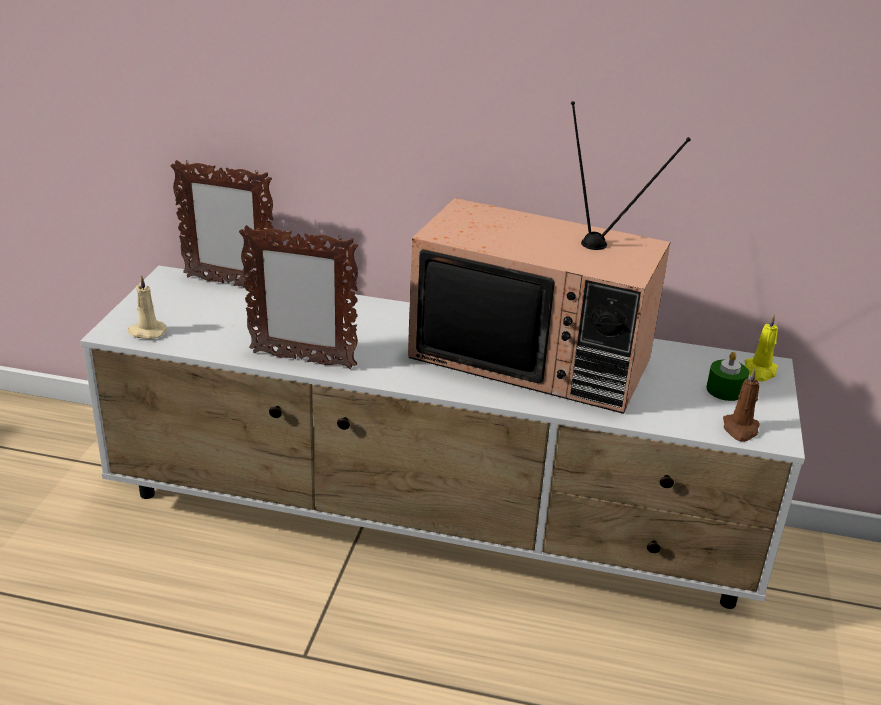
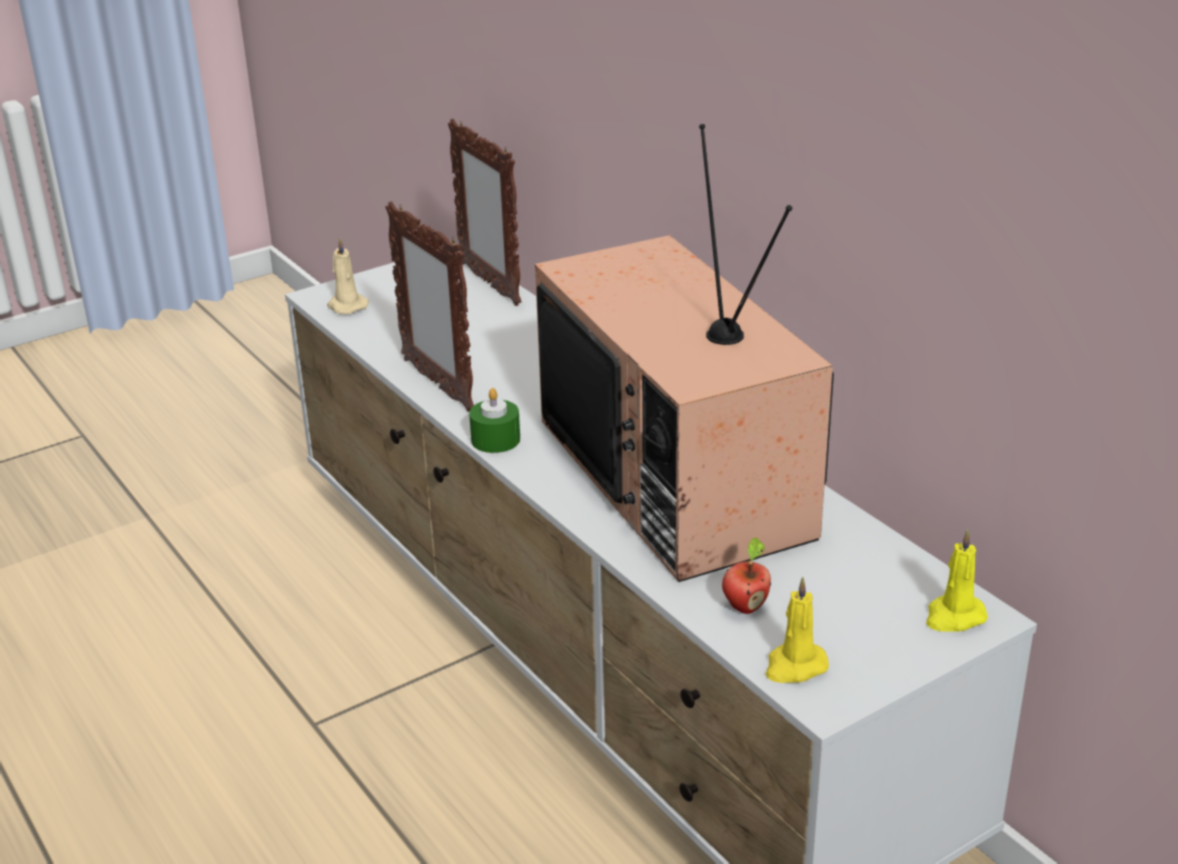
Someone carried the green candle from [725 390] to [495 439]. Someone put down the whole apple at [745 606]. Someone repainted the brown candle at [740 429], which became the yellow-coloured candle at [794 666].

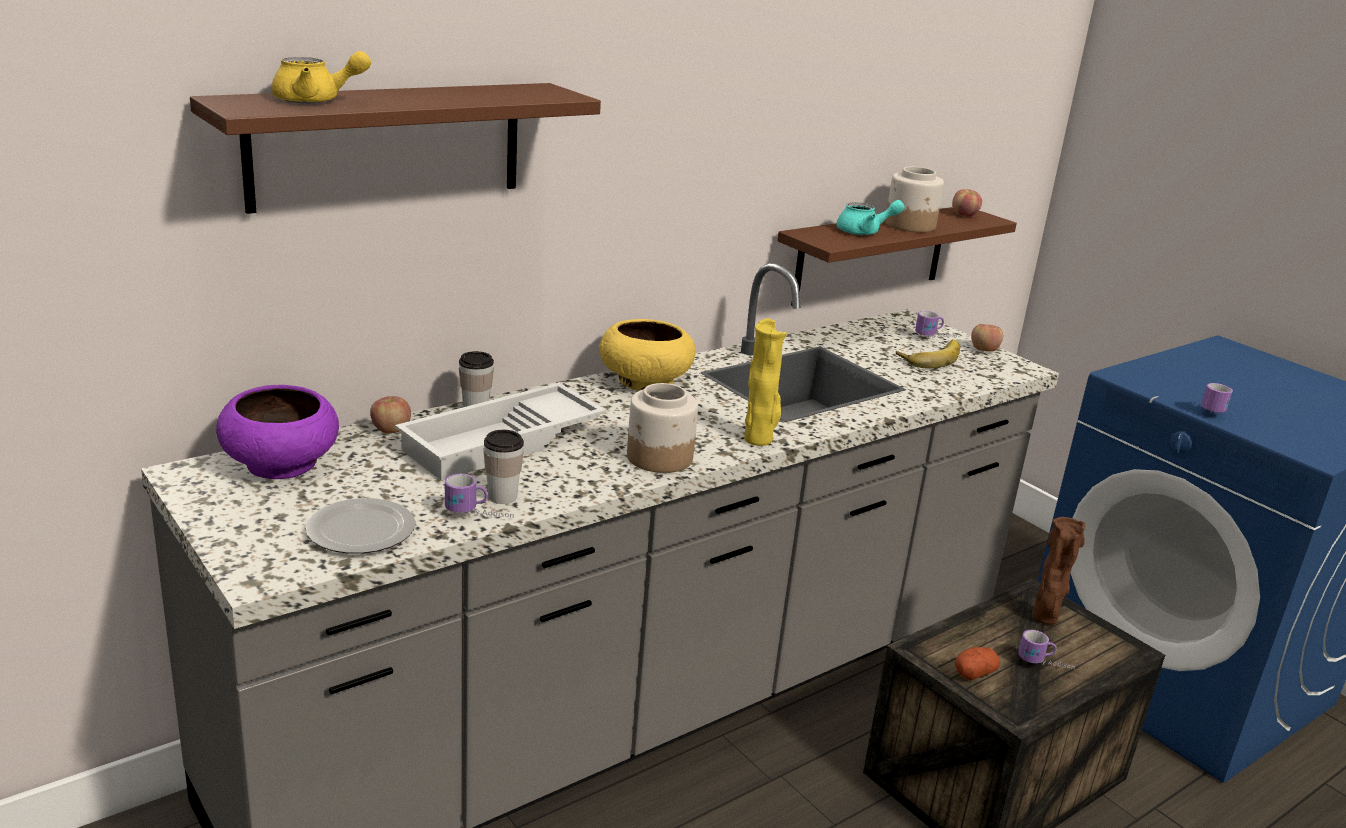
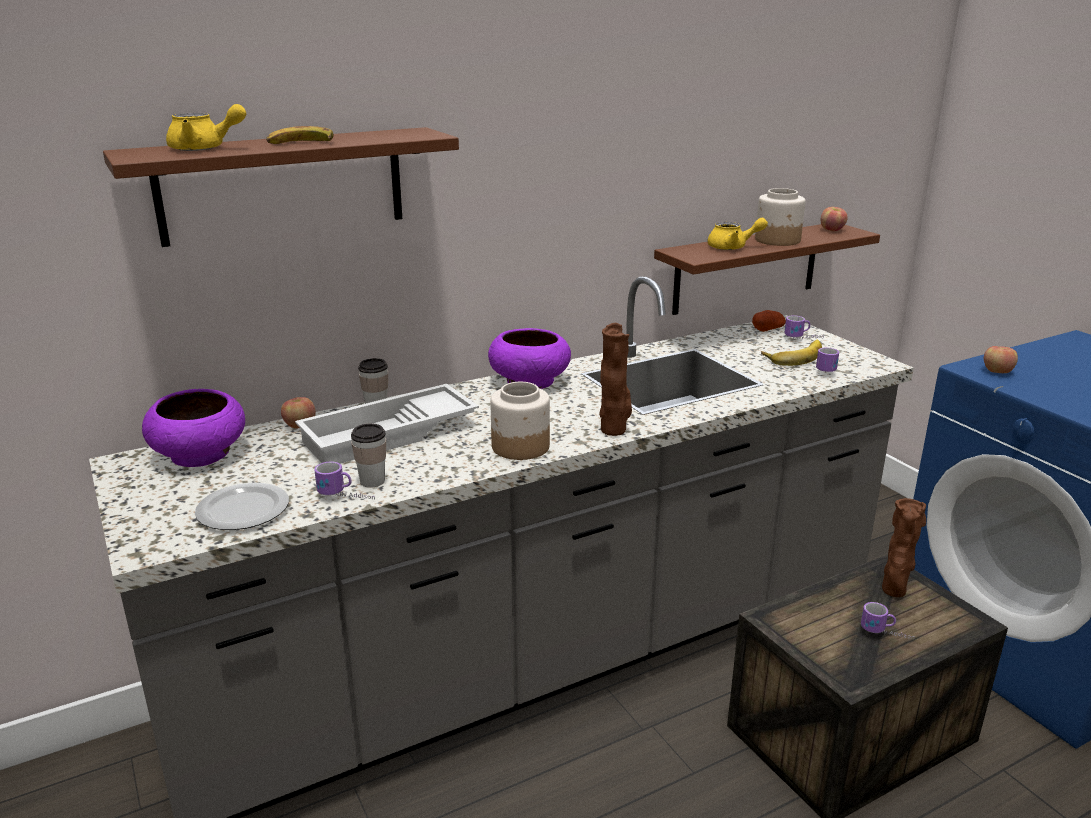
Someone put down the banana at [300 143]. Someone repainted the yellow-coloured serving bowl at [644 381], which became the purplish serving bowl at [529 381]. Someone repainted the yellow-coloured decorative vase at [759 440], which became the brown decorative vase at [614 431]. Someone repainted the turquoise-coloured pot for tea at [864 232], which became the yellow-coloured pot for tea at [732 247]. Someone carried the whole potato from [975 673] to [767 329]. Someone carried the mug from [1210 409] to [828 370]. Someone carried the whole apple from [984 350] to [997 372].

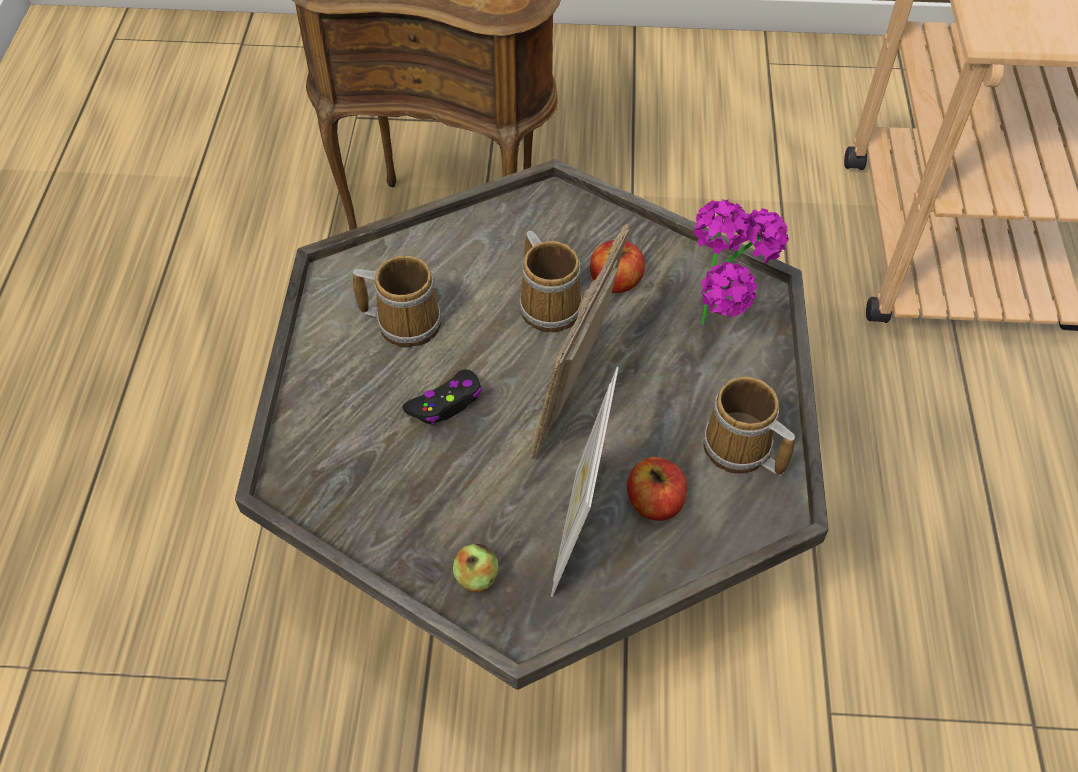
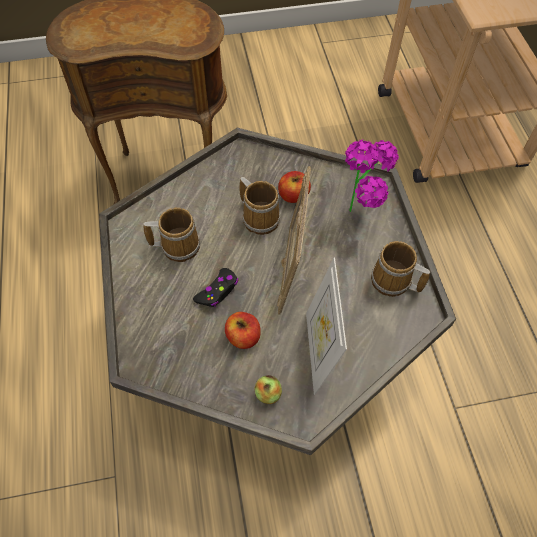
Someone carried the whole apple from [655 502] to [243 337].

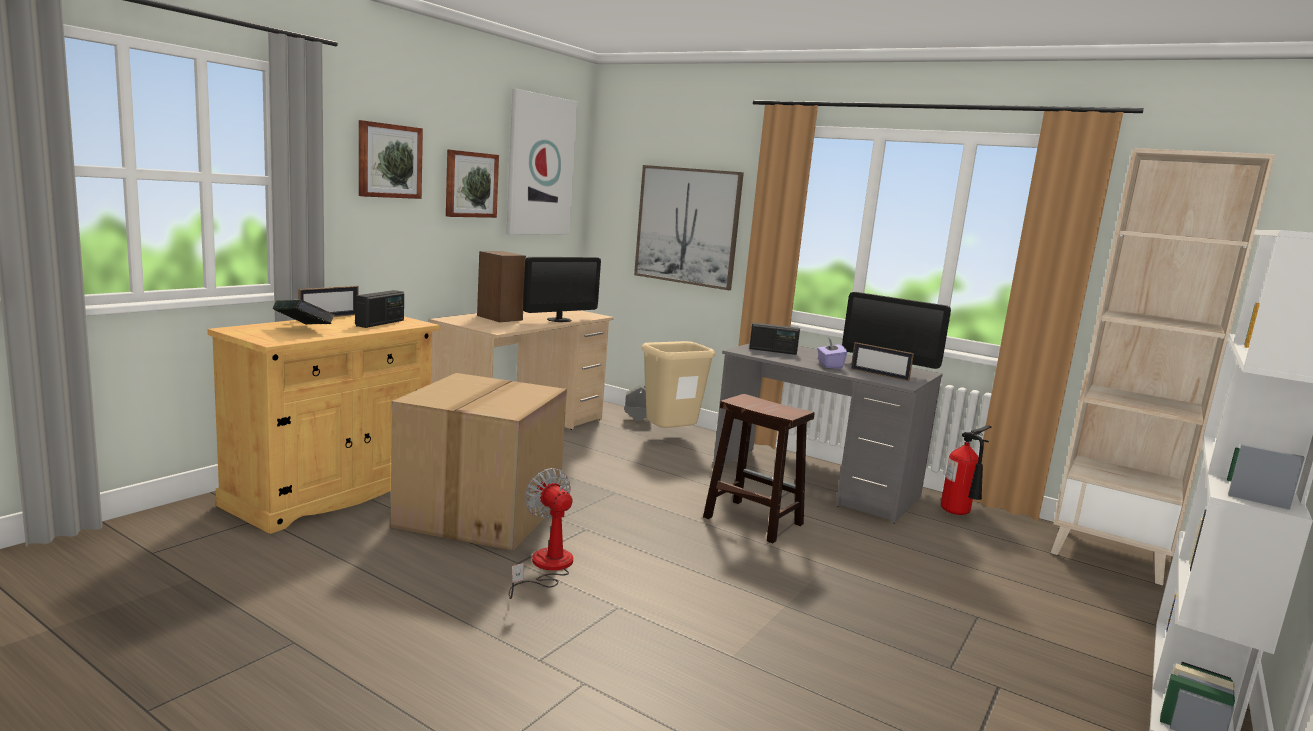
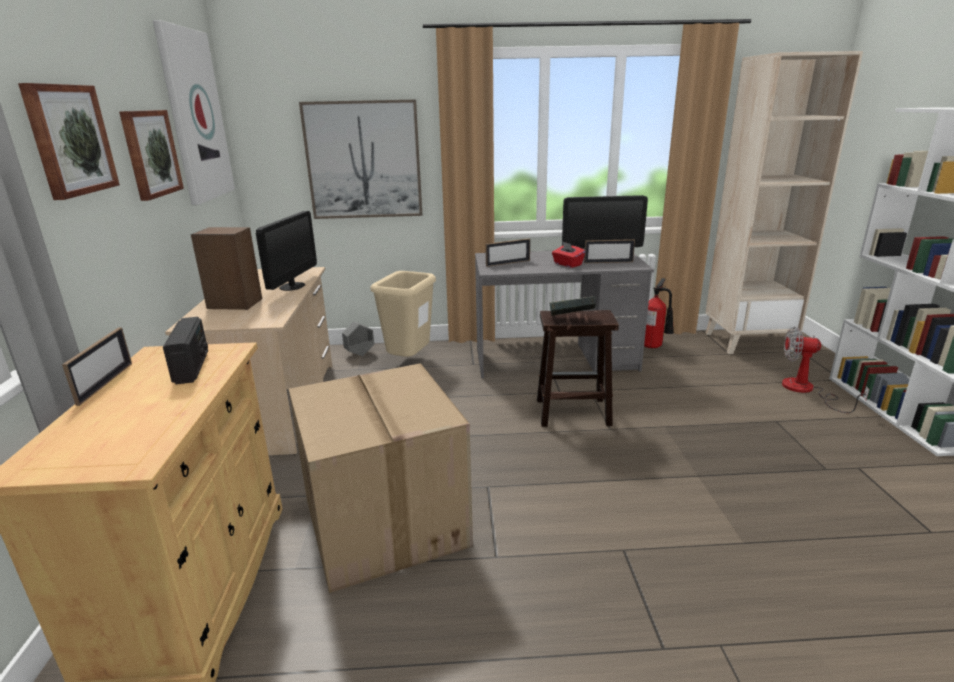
Someone swapped the radio receiver at [773 351] for the picture frame at [508 263]. Someone carried the bound book from [304 329] to [571 320]. Someone repainted the purplish box of tissues at [829 365], which became the reddish box of tissues at [567 264]. Someone carried the electric fan from [546 567] to [806 391].

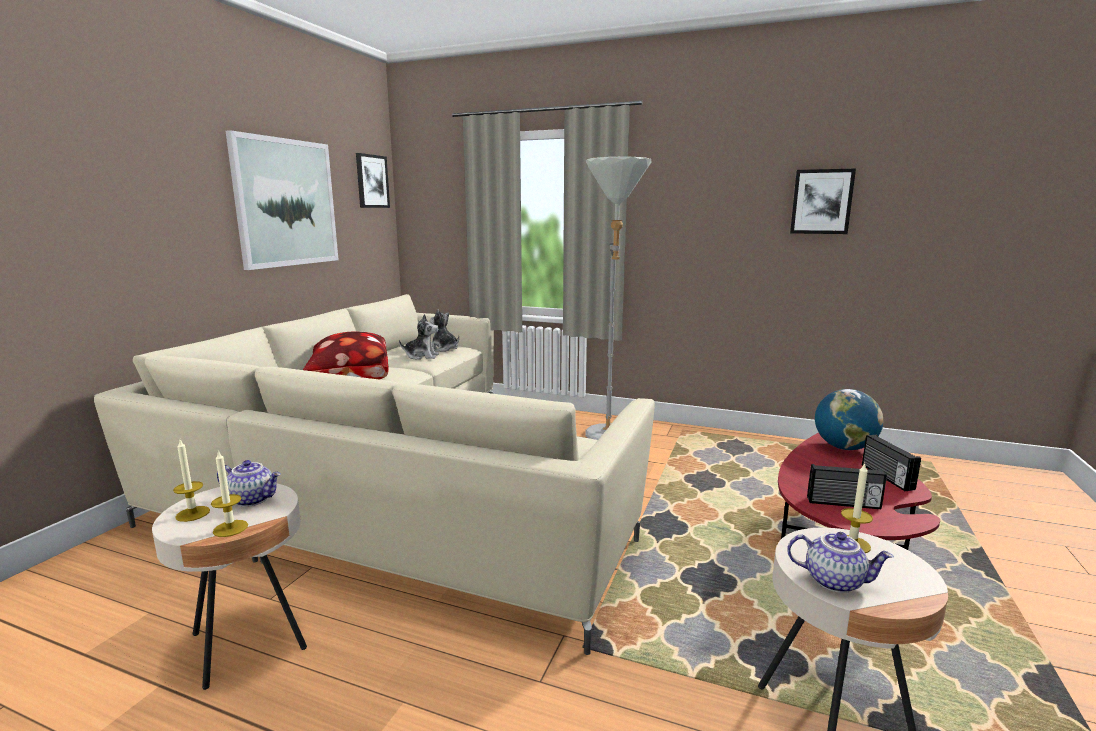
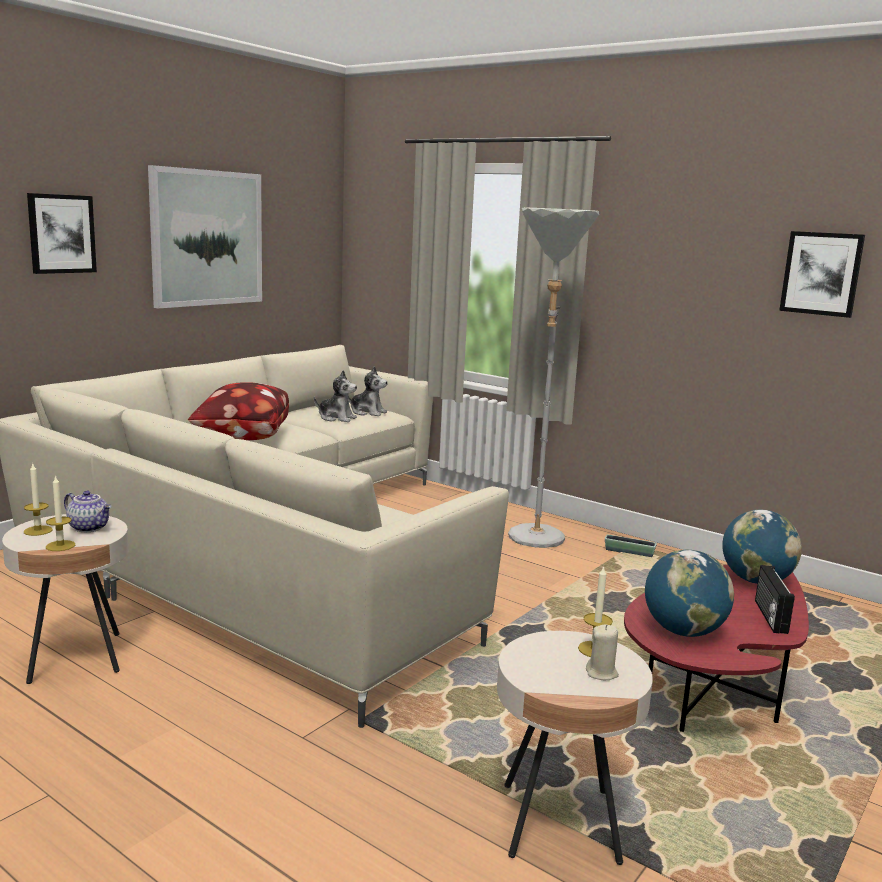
Someone carried the picture from [372 181] to [61 234]. Someone rotated the cuddly toy at [444 349] by 150 degrees clockwise. Someone put down the beige-coloured candle at [602 673]. Someone put down the flower pot at [629 552]. Someone swapped the radio receiver at [843 503] for the globe at [683 631]. Someone took away the pot for tea at [834 581].

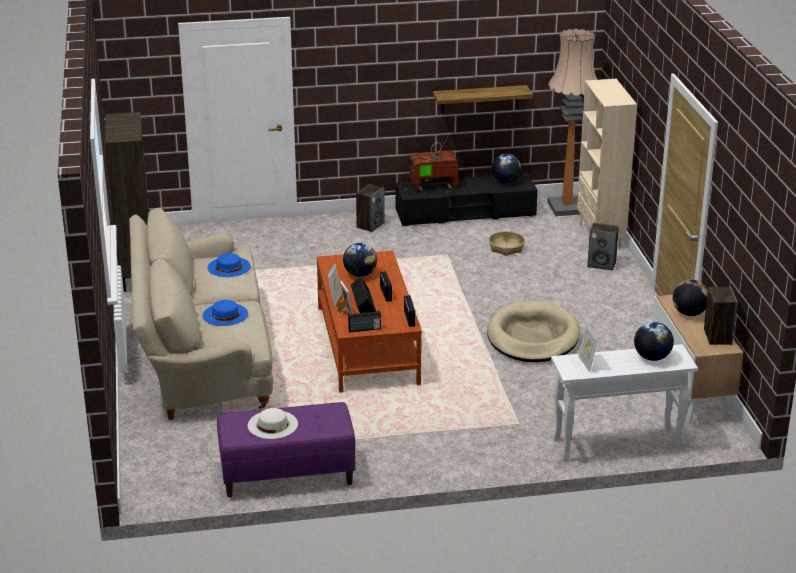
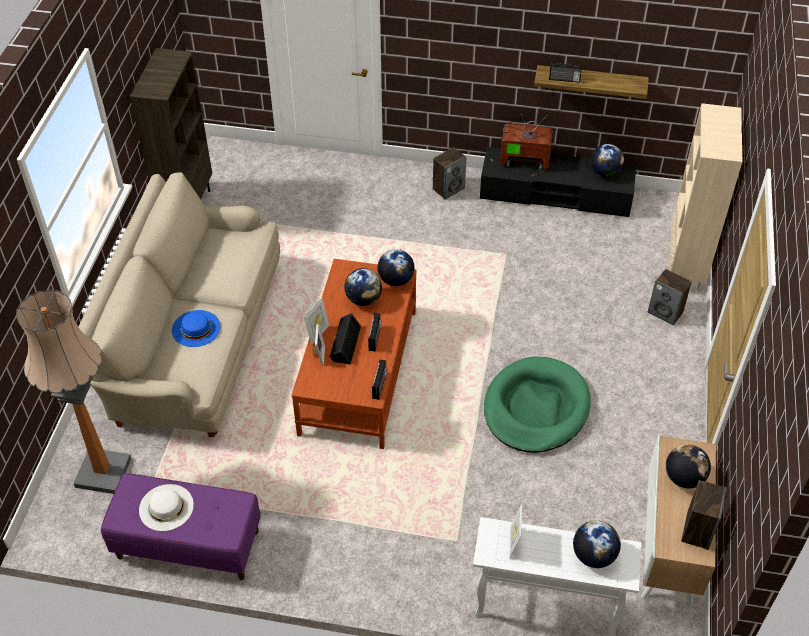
Someone carried the standing lamp from [566 208] to [103 472]. Someone put down the globe at [395 280]. Someone repainted the beige-coloured pet bed at [533 337], which became the green pet bed at [536 408]. Someone carried the radio receiver from [364 329] to [564 79]. Someone took away the blue-coloured clothing hat at [229 267]. Someone took away the household basket at [506 248].

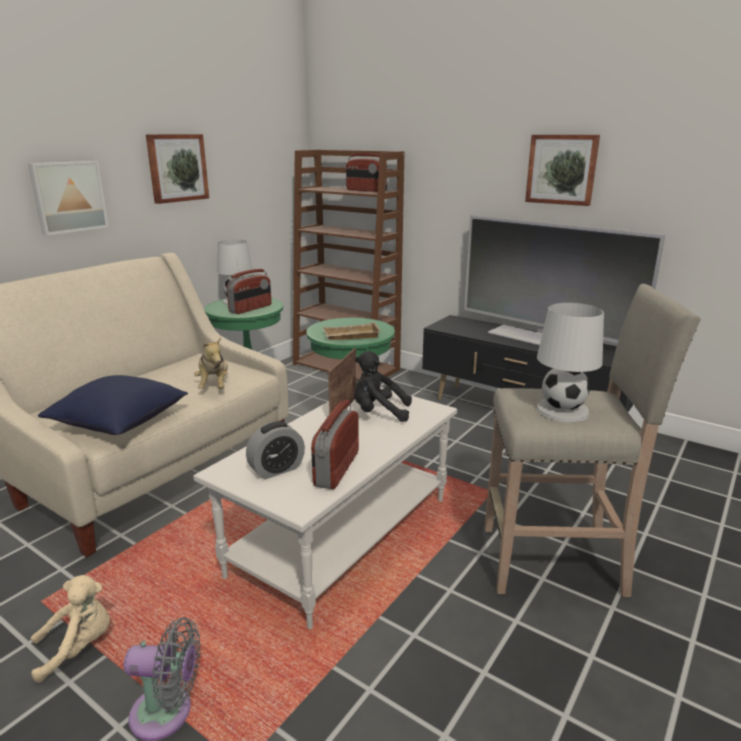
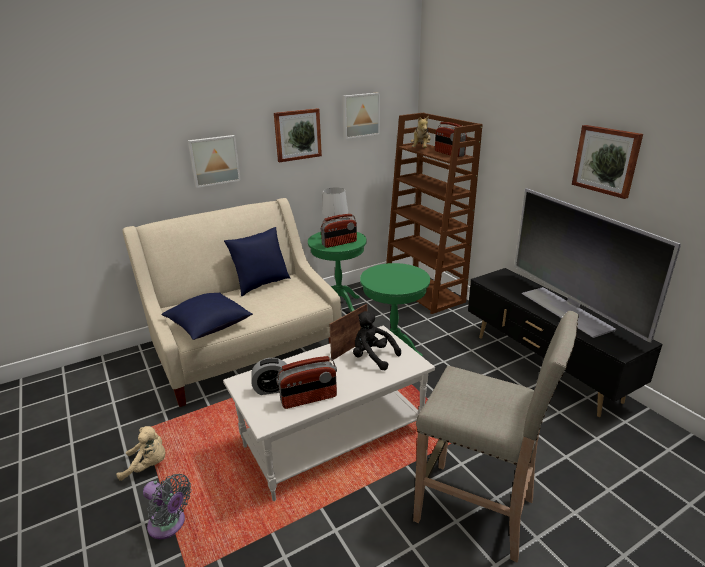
Someone put down the blue-coloured throw pillow at [261 284]. Someone rotated the radio receiver at [336 468] by 150 degrees counterclockwise. Someone put up the picture at [360 115]. Someone carried the cuddly toy from [214 386] to [421 149]. Someone took away the beige-coloured serving tray at [351 336]. Someone took away the white-coloured tabletop lamp at [562 411].

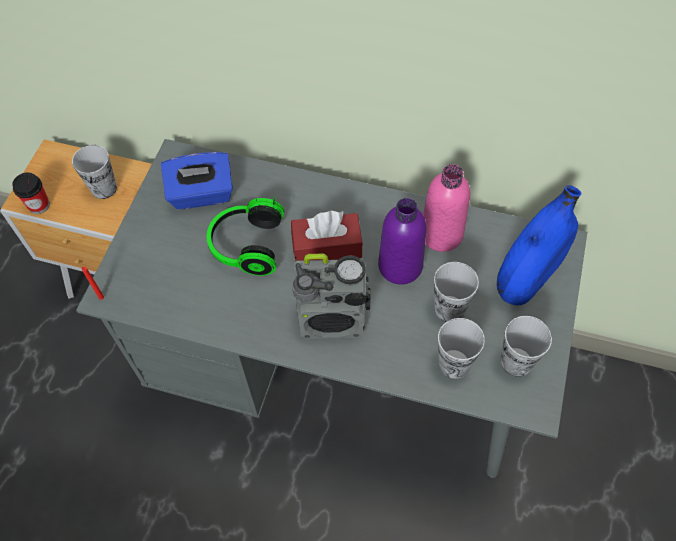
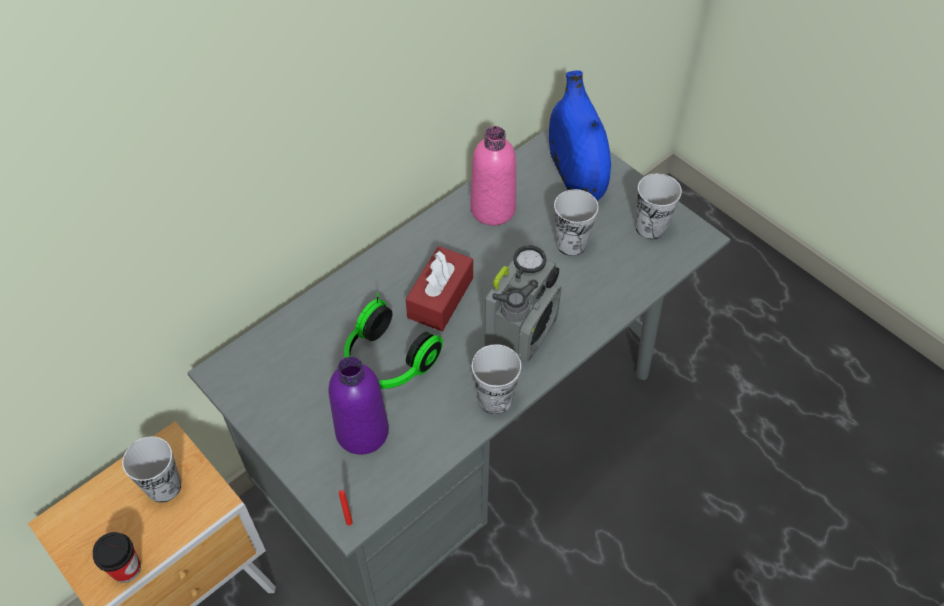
Someone carried the purplish bottle from [400 266] to [362 431]. Someone carried the cup from [453 364] to [495 399]. Someone took away the blue-coloured box of tissues at [202 194].

